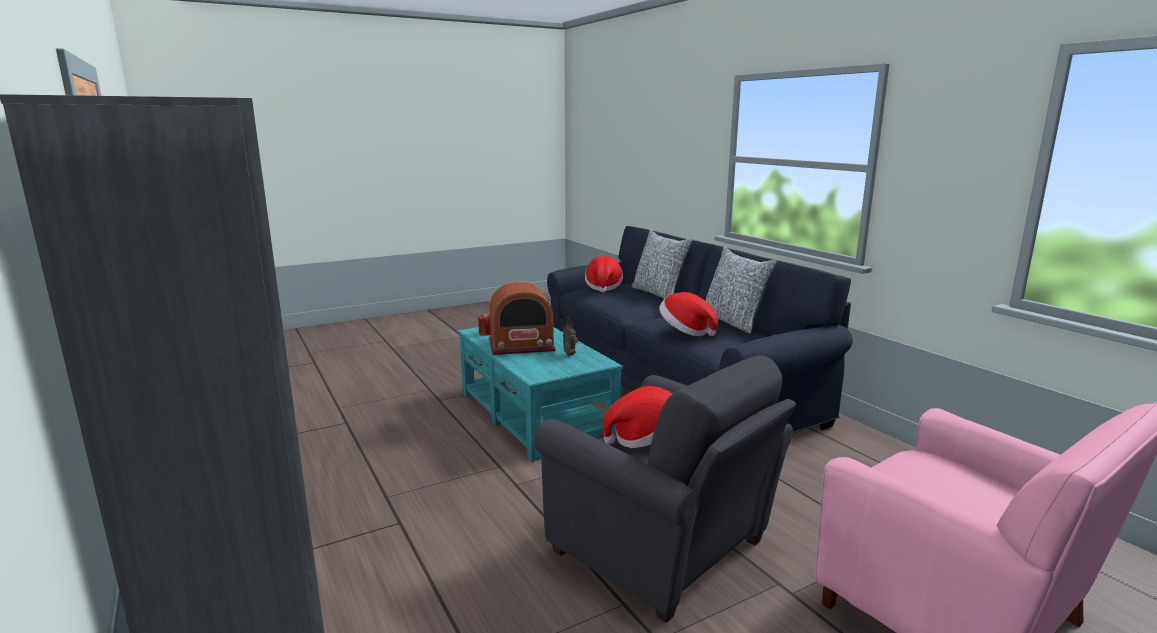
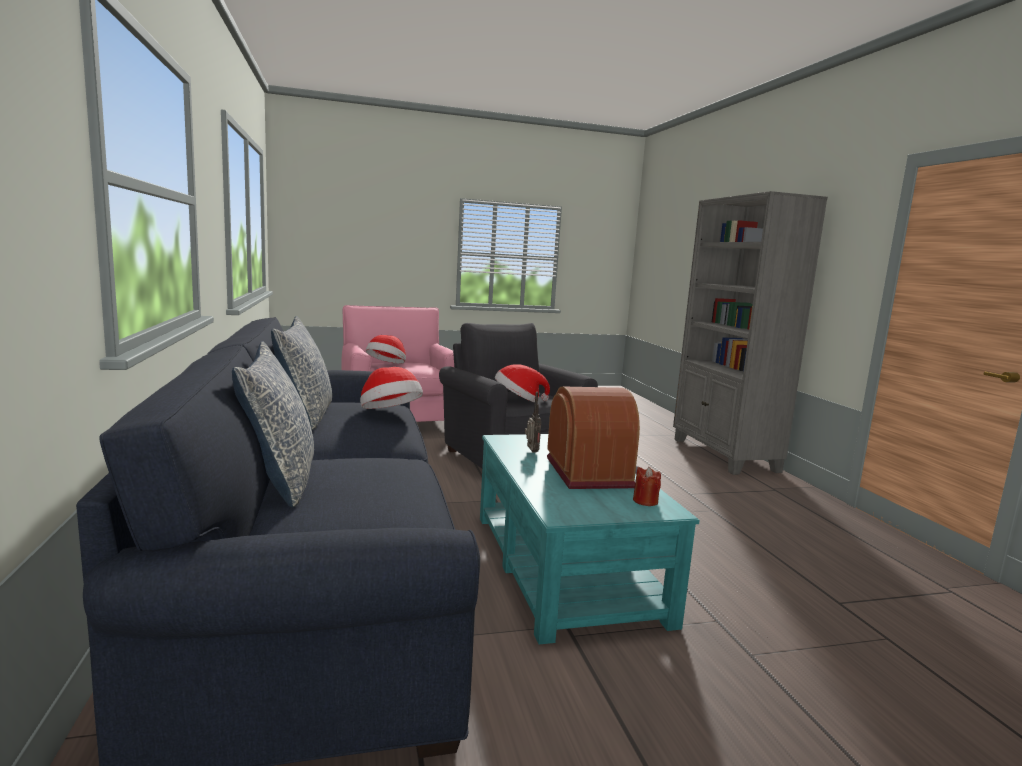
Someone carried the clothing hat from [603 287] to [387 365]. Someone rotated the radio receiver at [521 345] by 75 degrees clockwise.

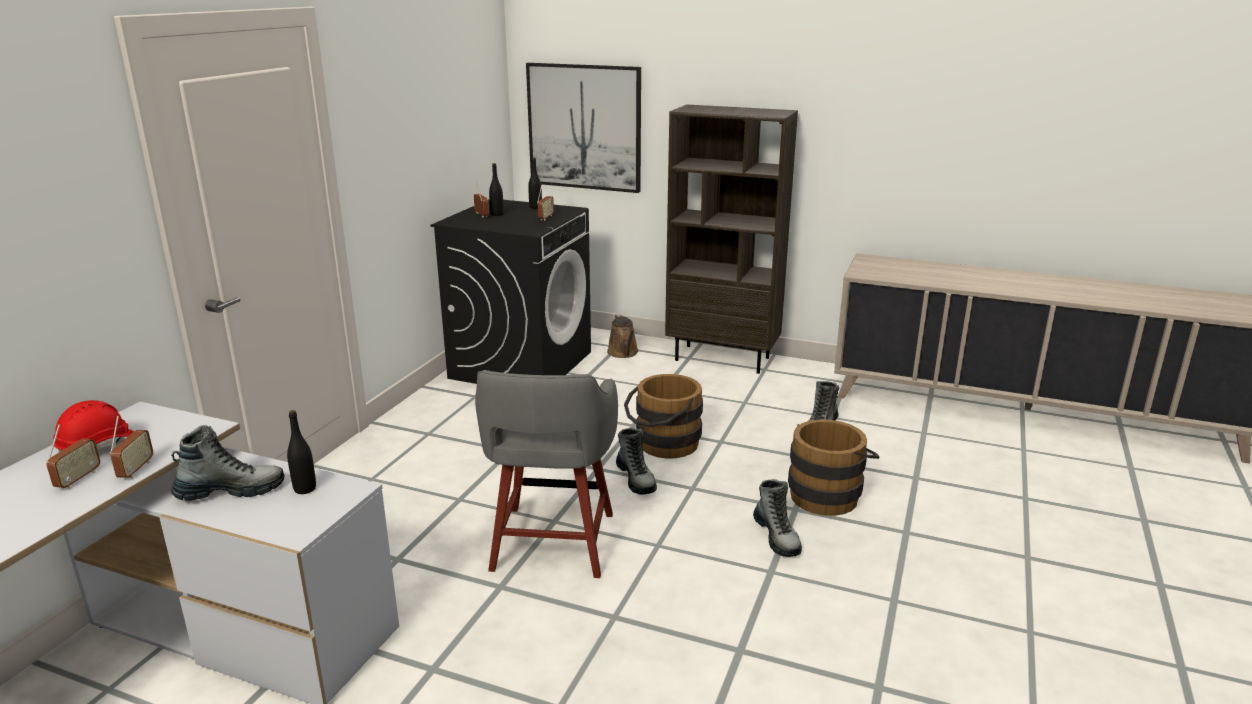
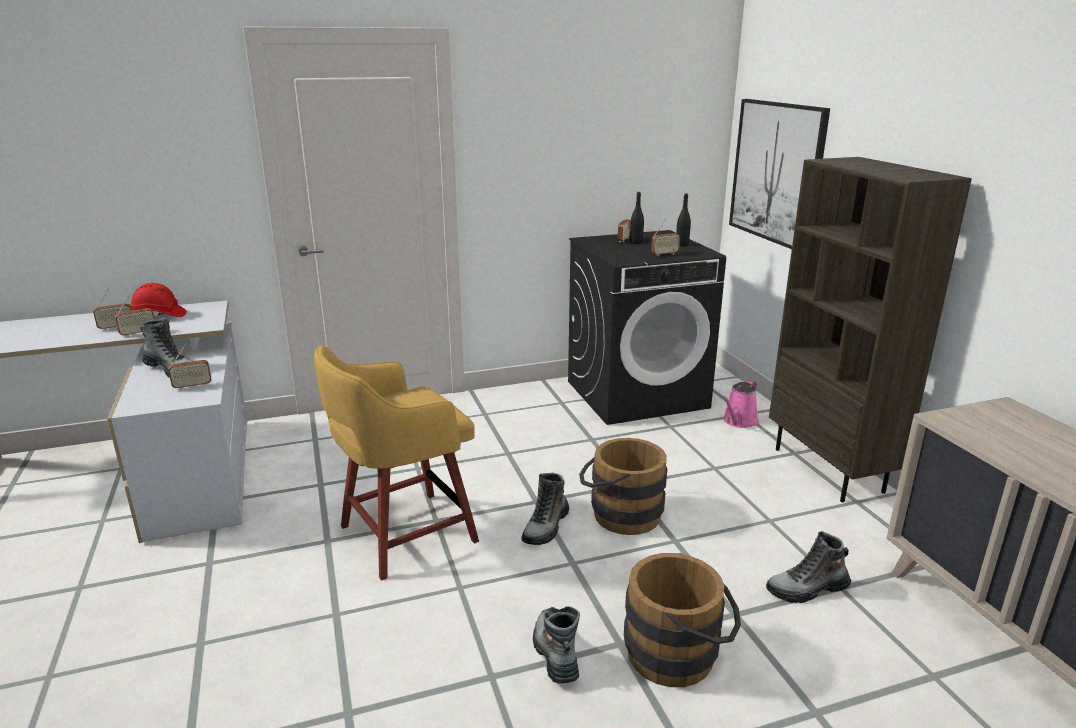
Someone swapped the black-coloured bottle at [305 489] for the radio receiver at [192 386]. Someone repainted the grey sitting stool at [551 544], which became the yellow-coloured sitting stool at [403 535]. Someone rotated the tall boot at [777 537] by 135 degrees clockwise. Someone repainted the brown watering can at [623 353], which became the pink watering can at [739 421].

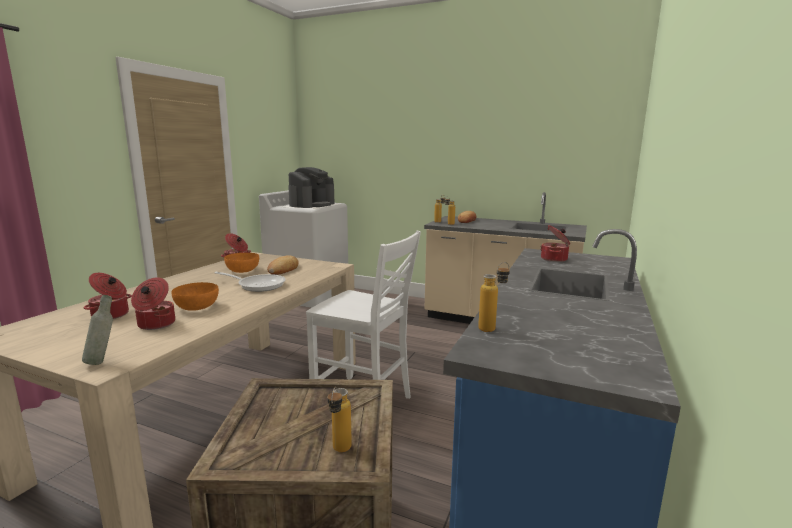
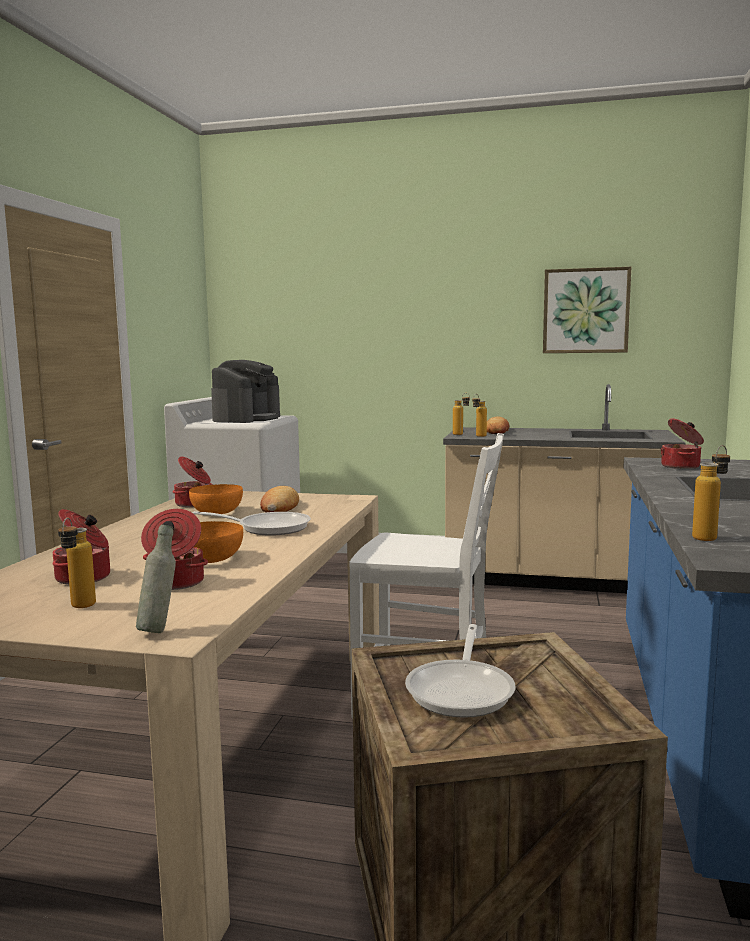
Someone carried the bottle from [339 452] to [79 608]. Someone put down the skillet at [462 690]. Someone put up the picture at [585 311].

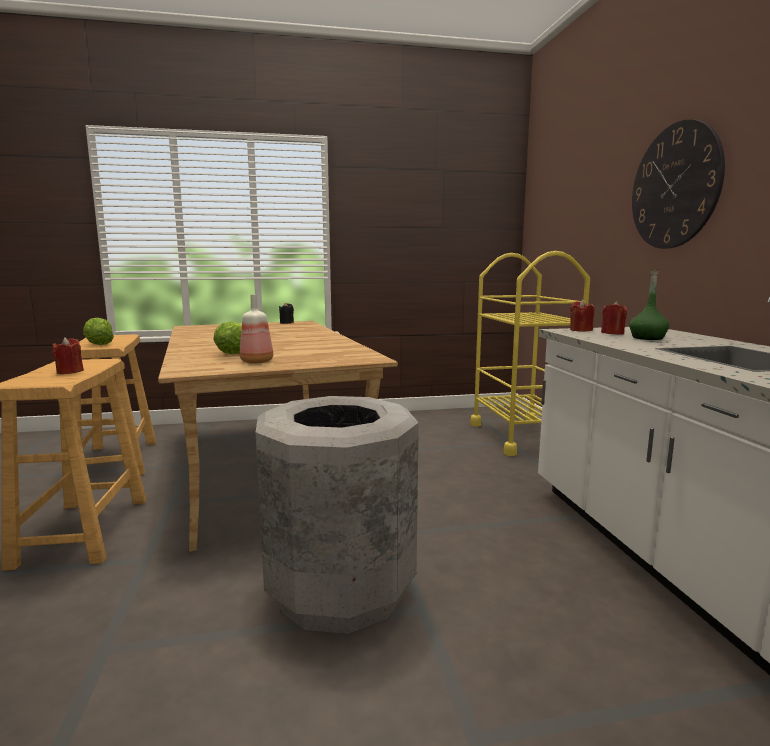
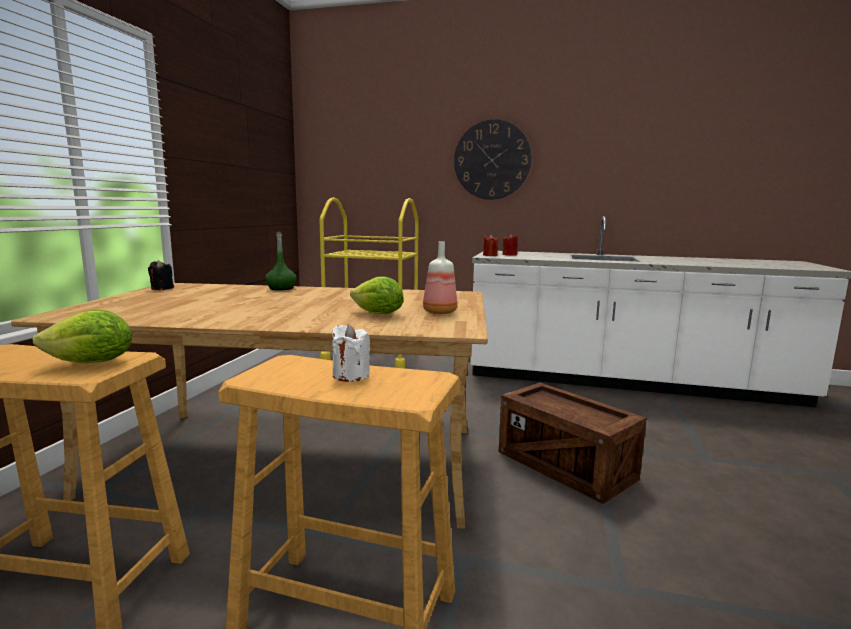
Someone carried the green bottle from [647 338] to [281 288]. Someone repainted the reddish candle at [70 372], which became the white-coloured candle at [351 375]. Someone swapped the grey waste bin at [340 590] for the packing crate at [565 466].

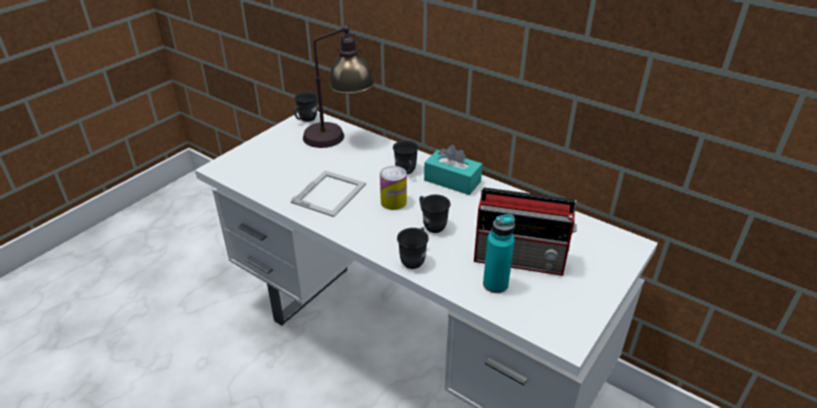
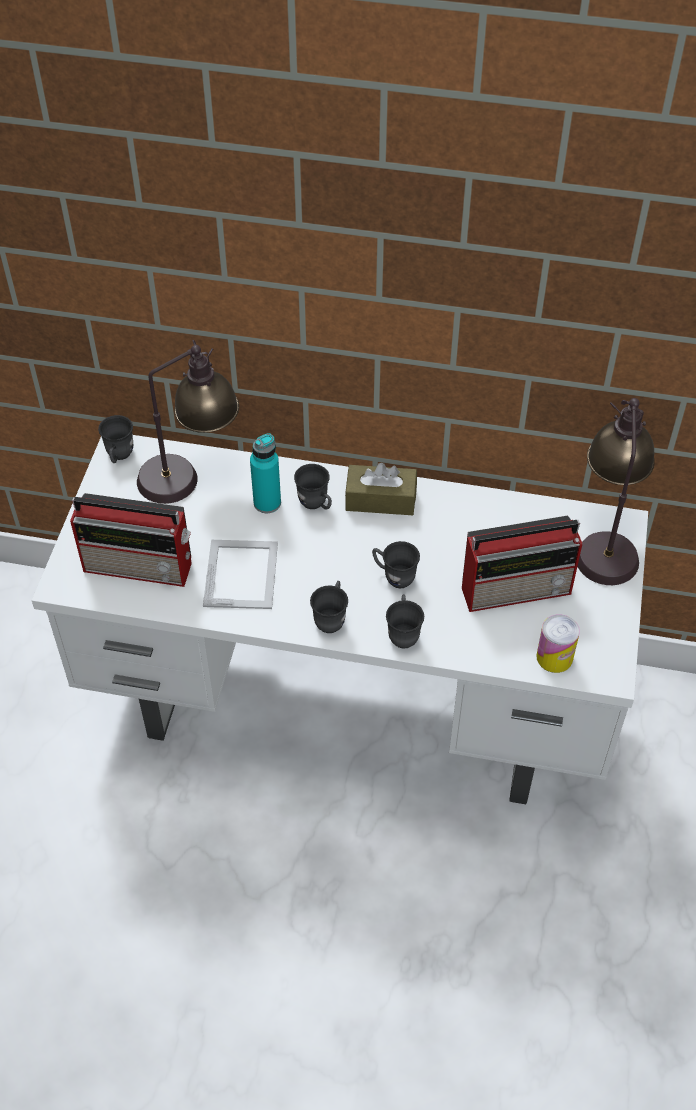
Someone put down the radio receiver at [141 566]. Someone carried the turquoise-coloured bottle from [495 284] to [267 503]. Someone put down the grey mug at [331 618]. Someone repainted the turquoise-coloured box of tissues at [452 181], which became the brown box of tissues at [380 499]. Someone carried the sealed can from [393 202] to [554 657]. Someone put down the tabletop lamp at [605 540].

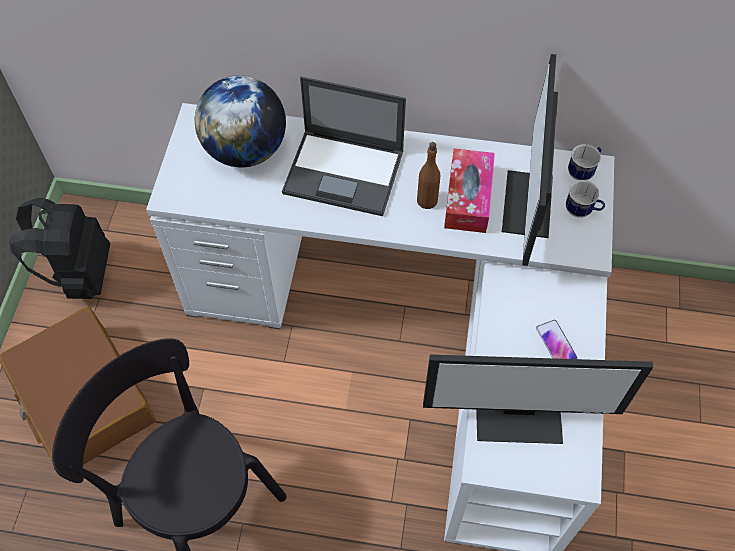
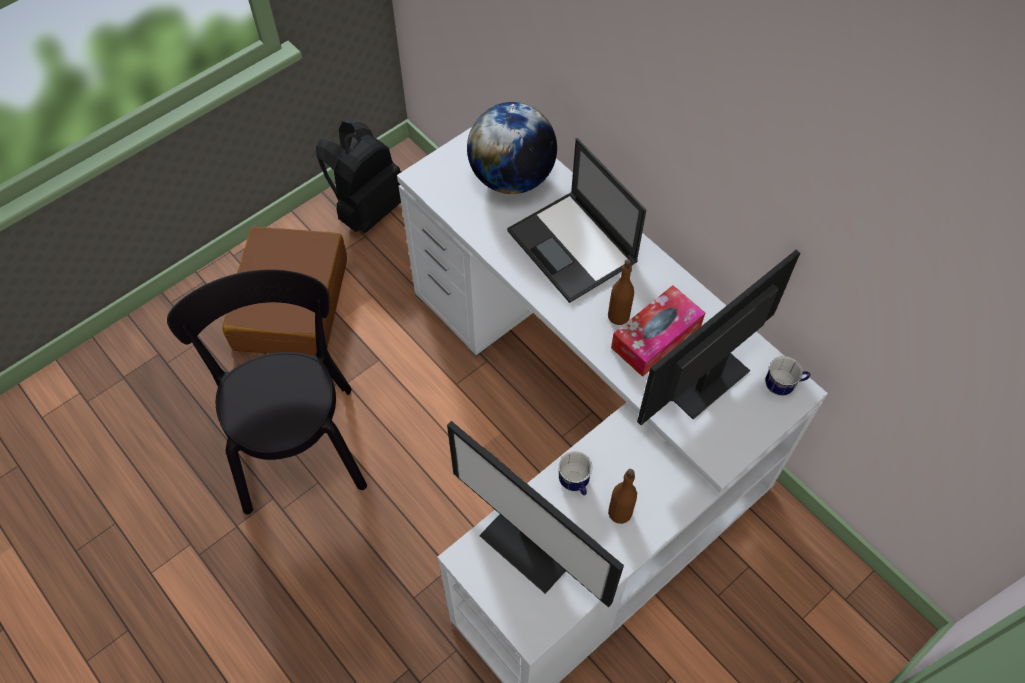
Someone carried the mug from [582 211] to [575 484]. Someone swapped the phone at [556 343] for the brown bottle at [620 512].

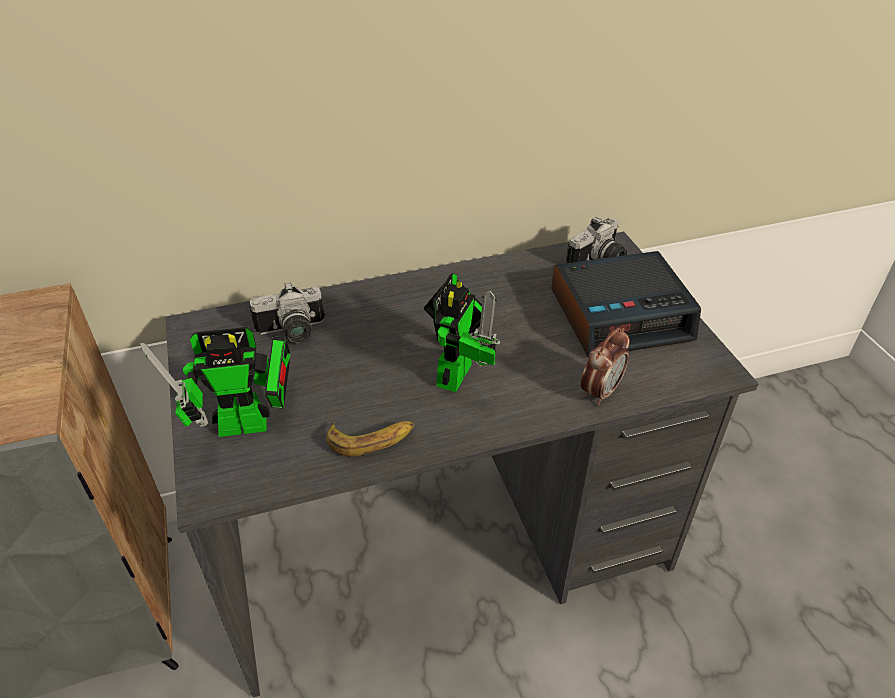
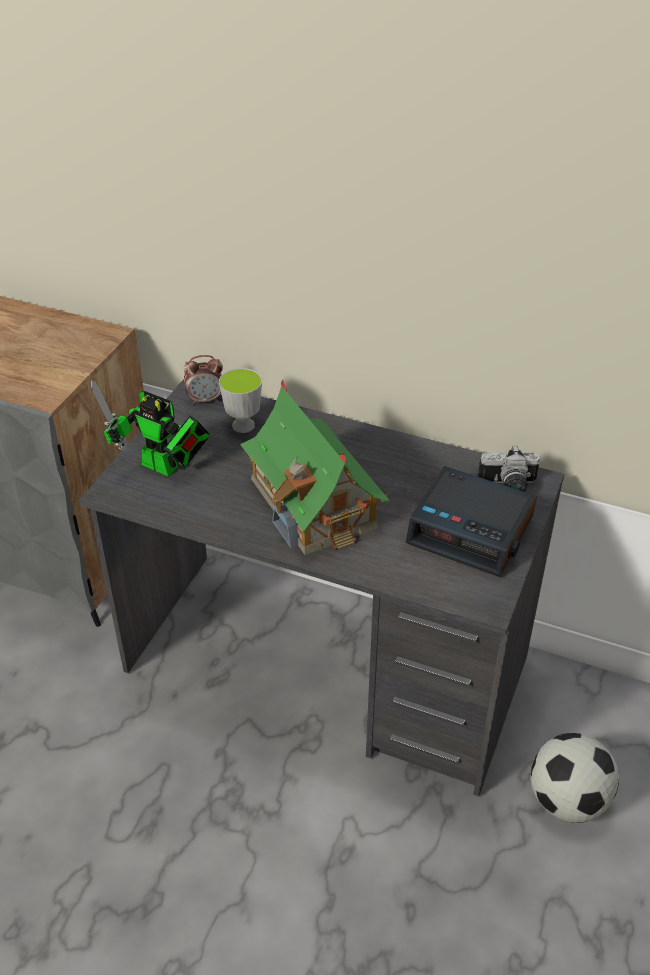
Someone carried the alarm clock from [600 391] to [205 400]. Someone swapped the still camera at [292 333] for the cup at [243 425]. Someone swapped the robot figure at [457 370] for the miniature house at [313 503]. Someone put down the ball for football at [567 800]. Someone took away the banana at [371 439].

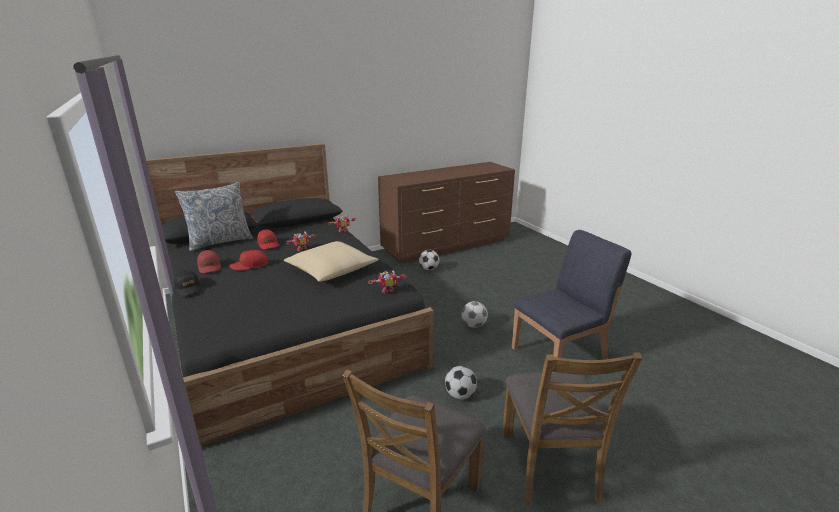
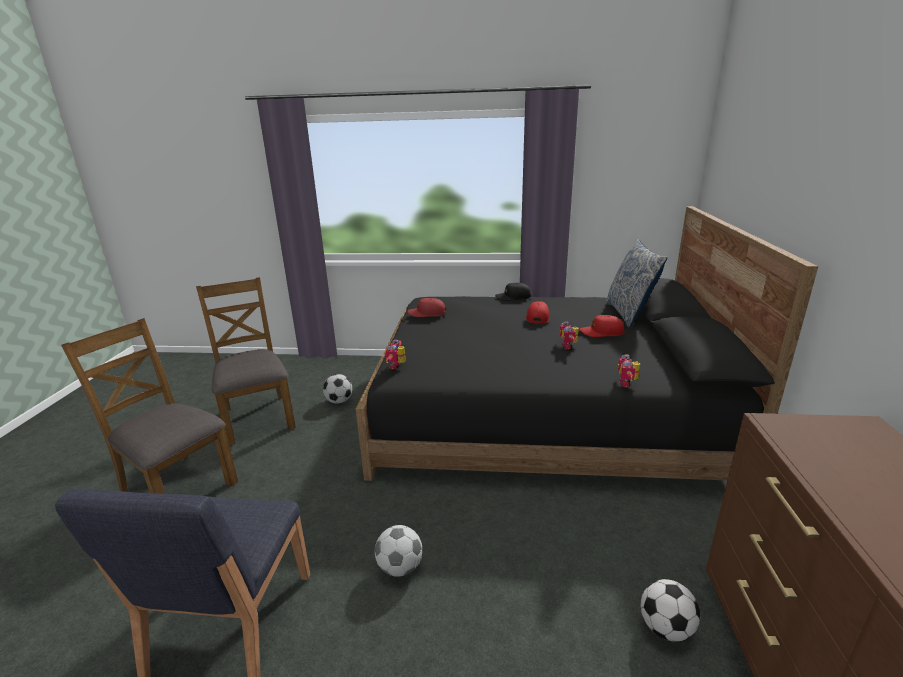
Someone carried the ball for football from [460 395] to [339 401]. Someone carried the reddish cap from [209 266] to [427 313]. Someone took away the beige-coloured throw pillow at [331 269].

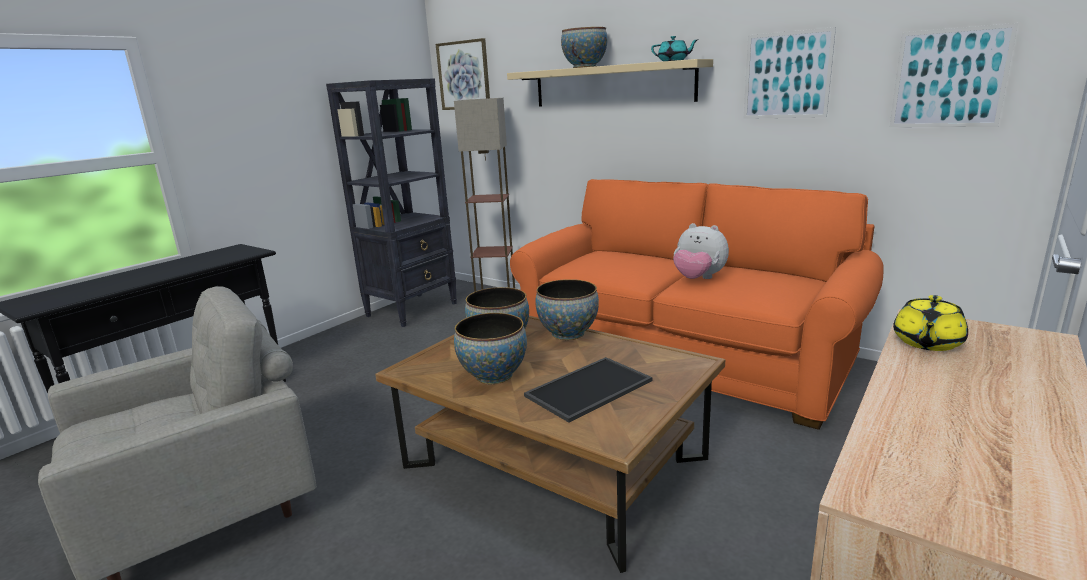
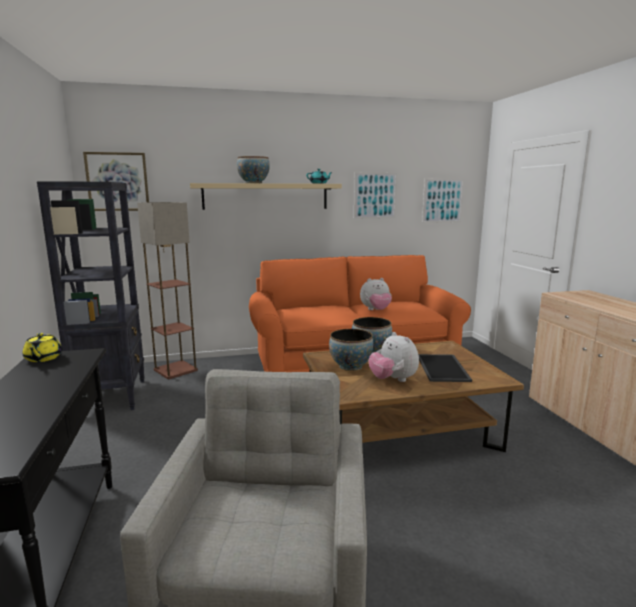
Someone carried the yellow-coloured pot for tea from [926 343] to [43 358]. Someone swapped the serving bowl at [493 375] for the cuddly toy at [393 380].

